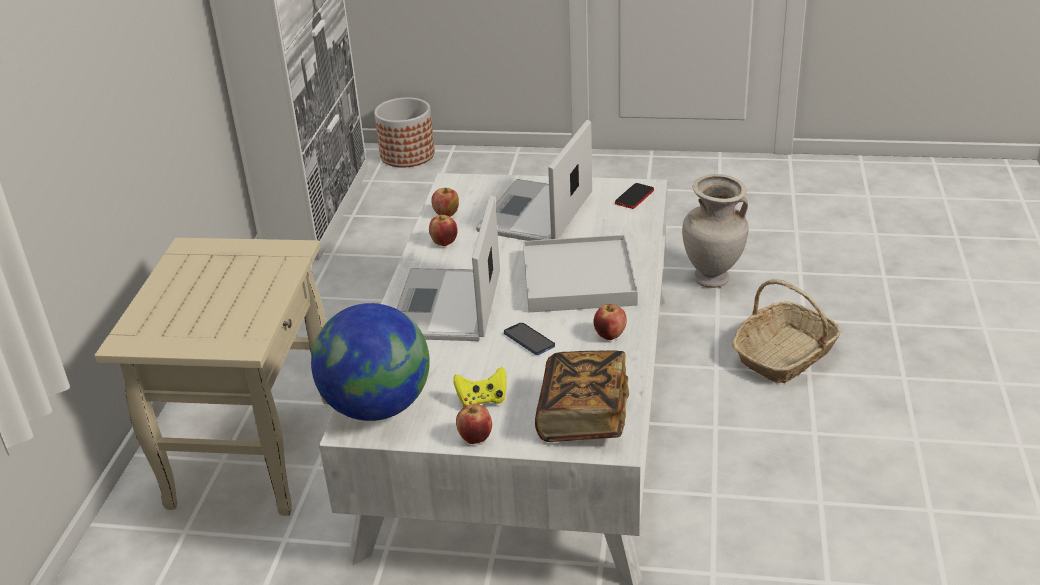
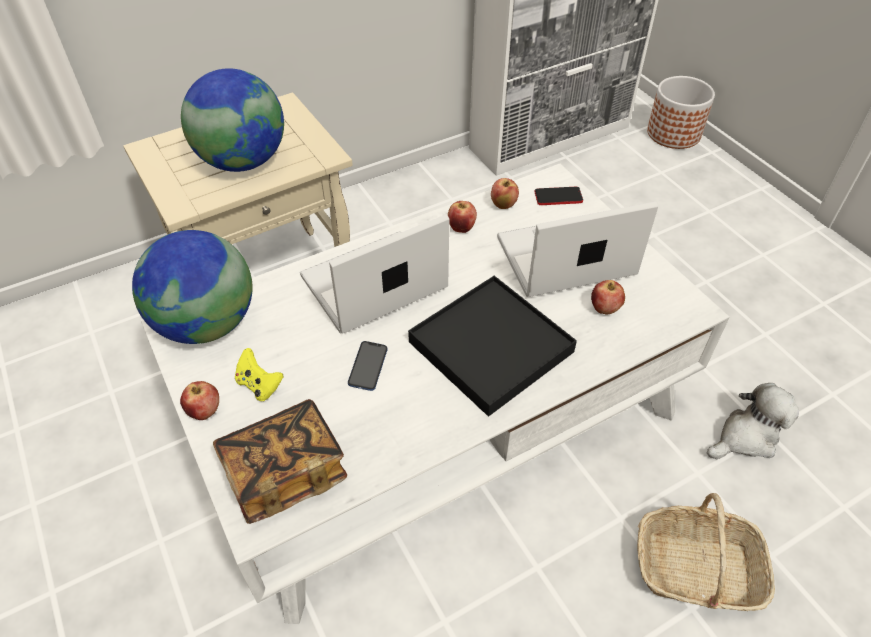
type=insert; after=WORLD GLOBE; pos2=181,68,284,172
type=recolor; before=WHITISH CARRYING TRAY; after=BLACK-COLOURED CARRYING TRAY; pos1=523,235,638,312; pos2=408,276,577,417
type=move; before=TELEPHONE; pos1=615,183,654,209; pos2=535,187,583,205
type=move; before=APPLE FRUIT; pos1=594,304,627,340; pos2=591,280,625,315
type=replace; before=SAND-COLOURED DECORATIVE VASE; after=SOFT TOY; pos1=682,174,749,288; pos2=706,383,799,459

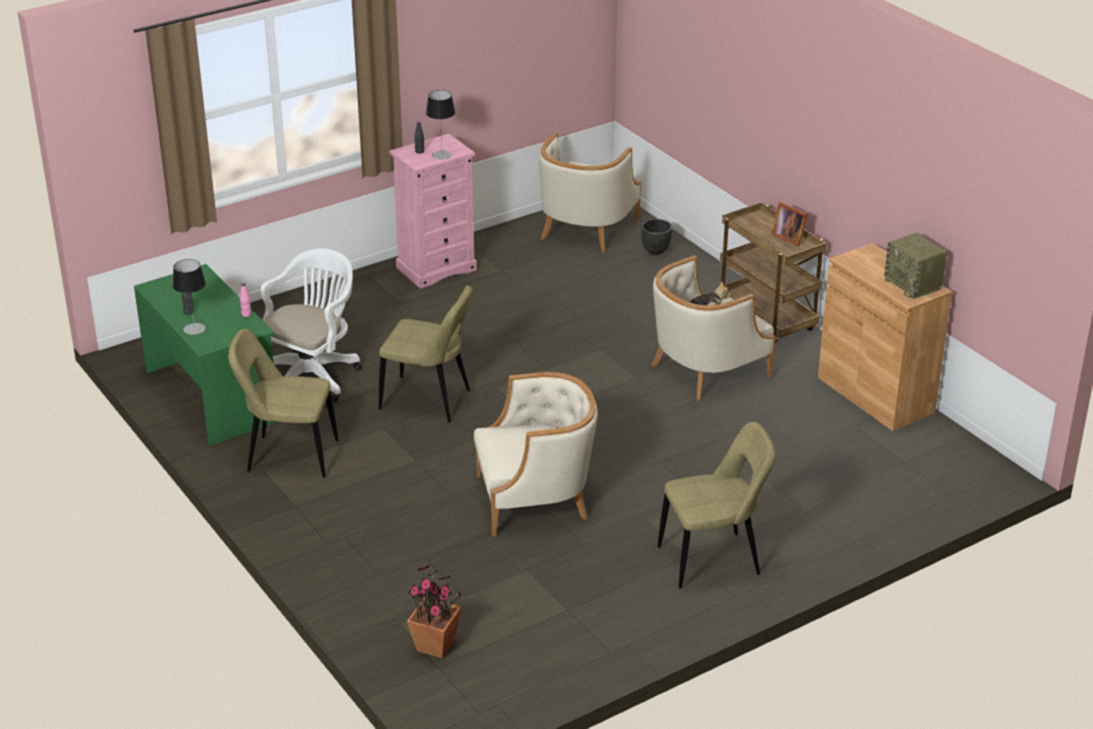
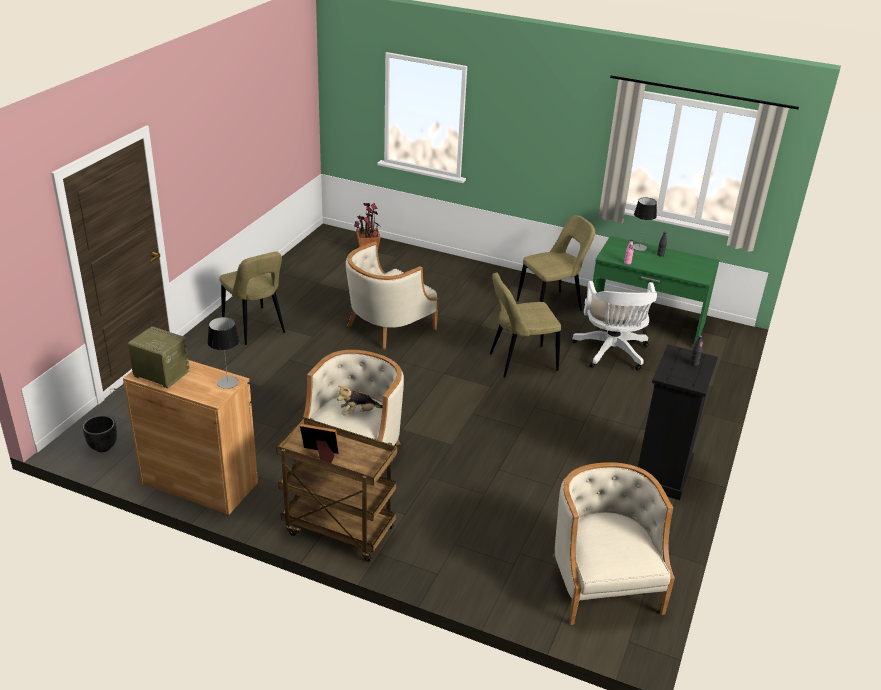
type=move; before=BLACK-COLOURED FLOWER POT; pos1=641,219,672,255; pos2=83,415,117,452
type=move; before=TABLE LAMP; pos1=426,90,455,159; pos2=207,317,240,389
type=rotate; before=SAND-COLOURED PLAIN CHAIR; pos1=658,422,776,588; pos2=219,251,285,345; turn=-75
type=recolor; before=PINKISH CHEST OF DRAWERS; after=BLACK-COLOURED CHEST OF DRAWERS; pos1=389,134,477,289; pos2=638,344,718,500

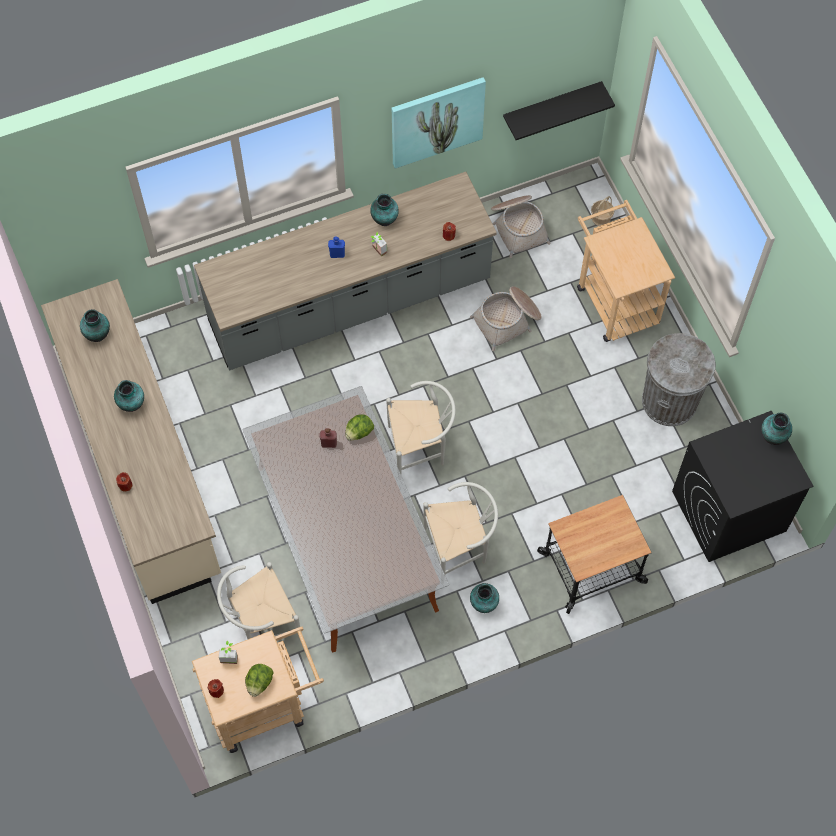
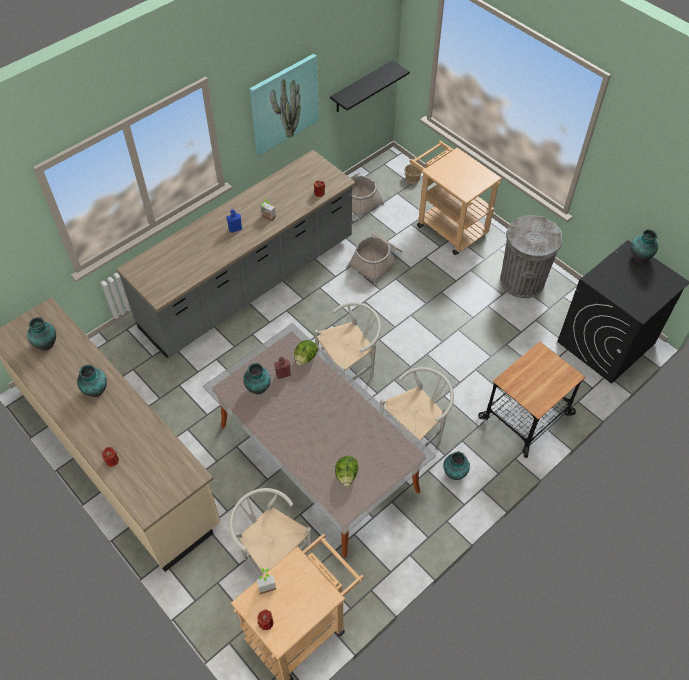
type=rotate; before=WHITISH PLAIN CHAIR; pos1=217,562,300,640; pos2=229,488,312,576; turn=90
type=move; before=DECORATIVE VASE; pos1=370,194,399,226; pos2=243,363,271,394
type=move; before=HEAD OF LETTUCE; pos1=245,664,274,697; pos2=335,456,358,487

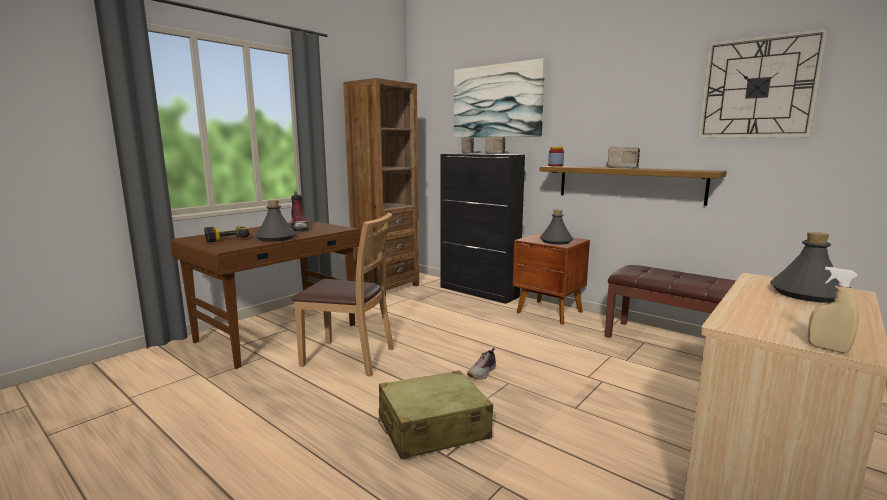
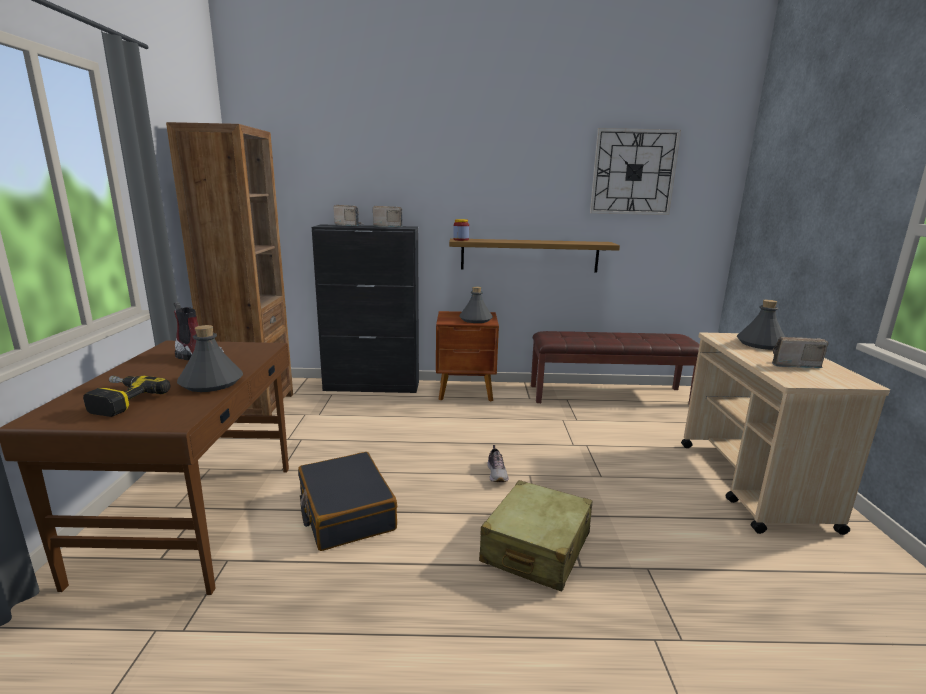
type=replace; before=BROWN-COLOURED PLAIN CHAIR; after=BLACK-COLOURED PIECE OF LUGGAGE; pos1=292,213,394,377; pos2=298,452,397,551
type=move; before=RADIO SET; pos1=607,147,640,168; pos2=772,337,828,368
type=delete; before=WALL ART; pos1=454,58,545,138
type=delete; before=SAND-COLOURED SPRAYER; pos1=808,267,859,353

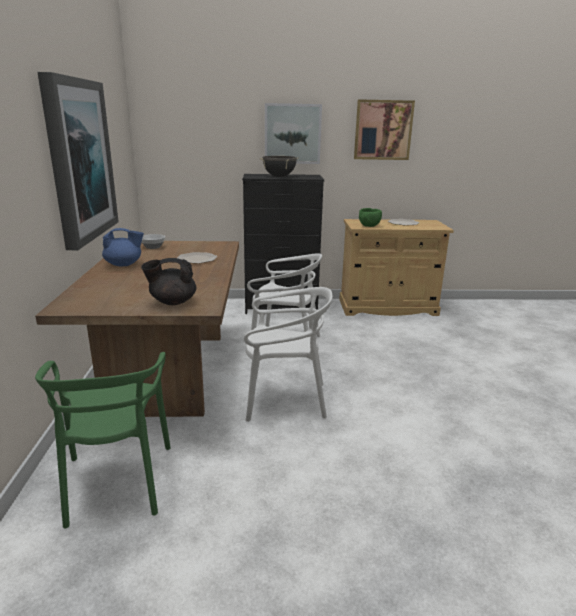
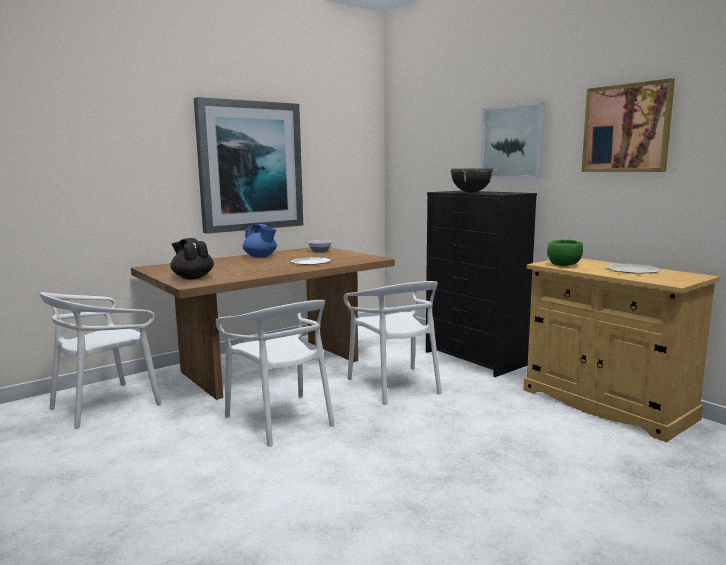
type=recolor; before=GREENISH PLAIN CHAIR; after=WHITISH PLAIN CHAIR; pos1=35,352,171,528; pos2=40,292,162,429

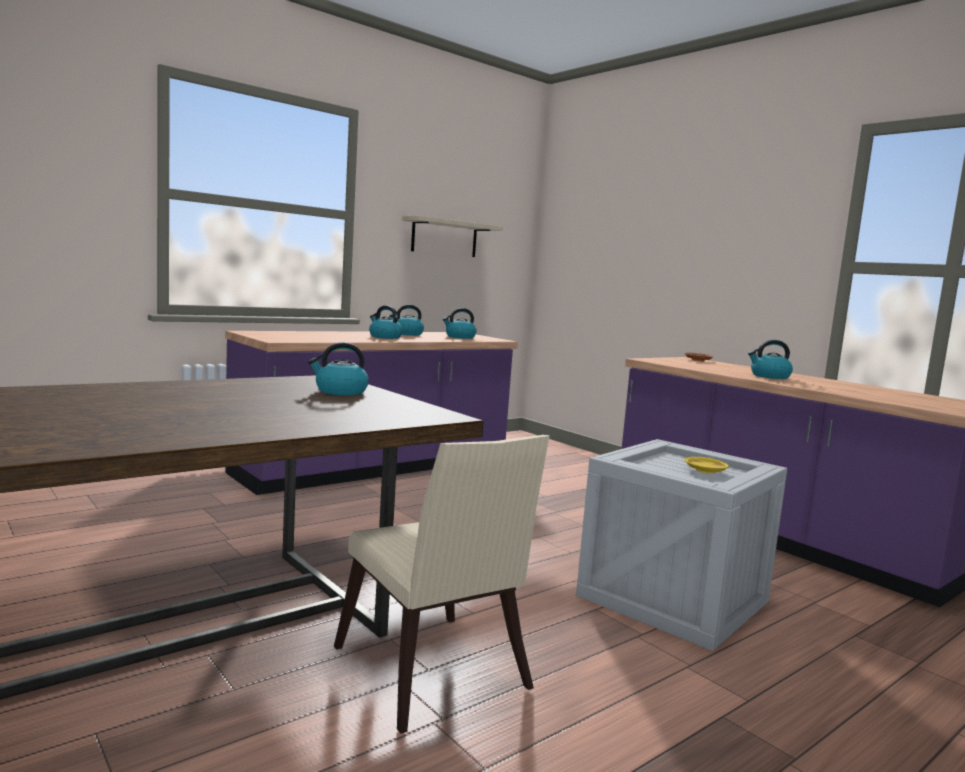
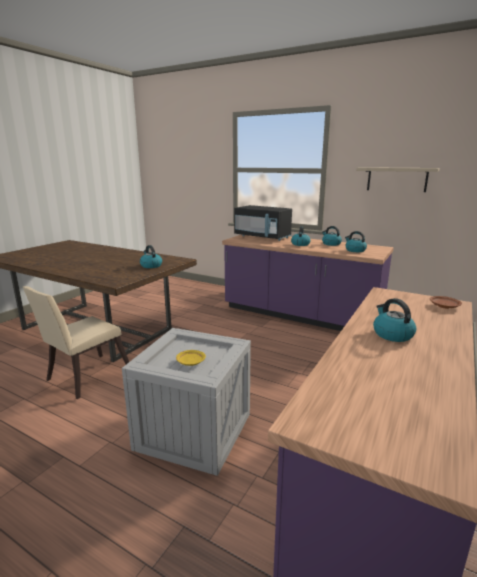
type=insert; after=BLACK-COLOURED MICROWAVE; pos2=234,205,292,241

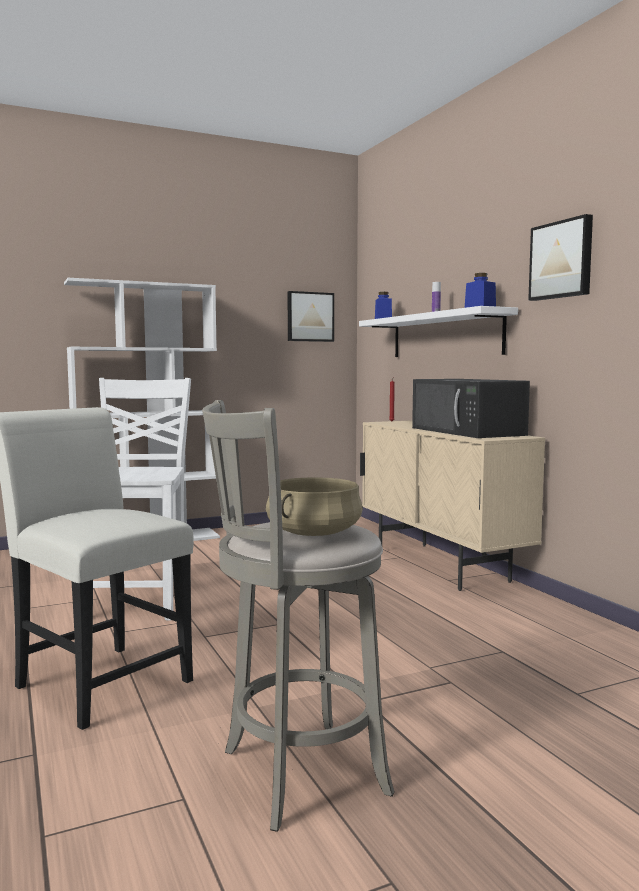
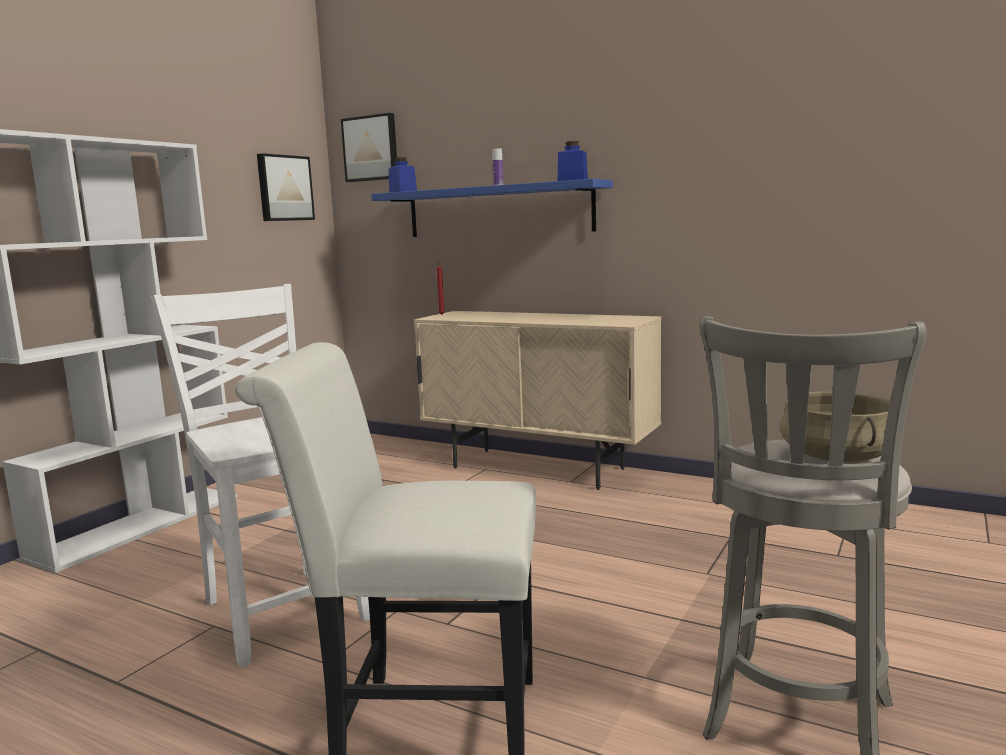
type=move; before=WALL ART; pos1=528,214,593,301; pos2=341,113,397,182
type=recolor; before=WHITISH WALL SHELF; after=BLUISH WALL SHELF; pos1=359,306,518,357; pos2=371,179,613,237
type=delete; before=BLACK-COLOURED MICROWAVE; pos1=412,379,530,438

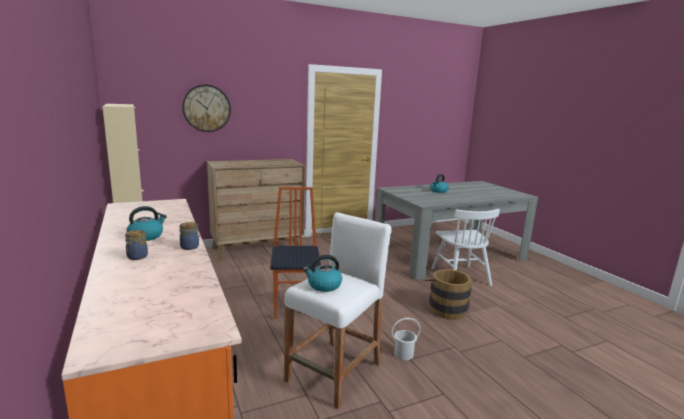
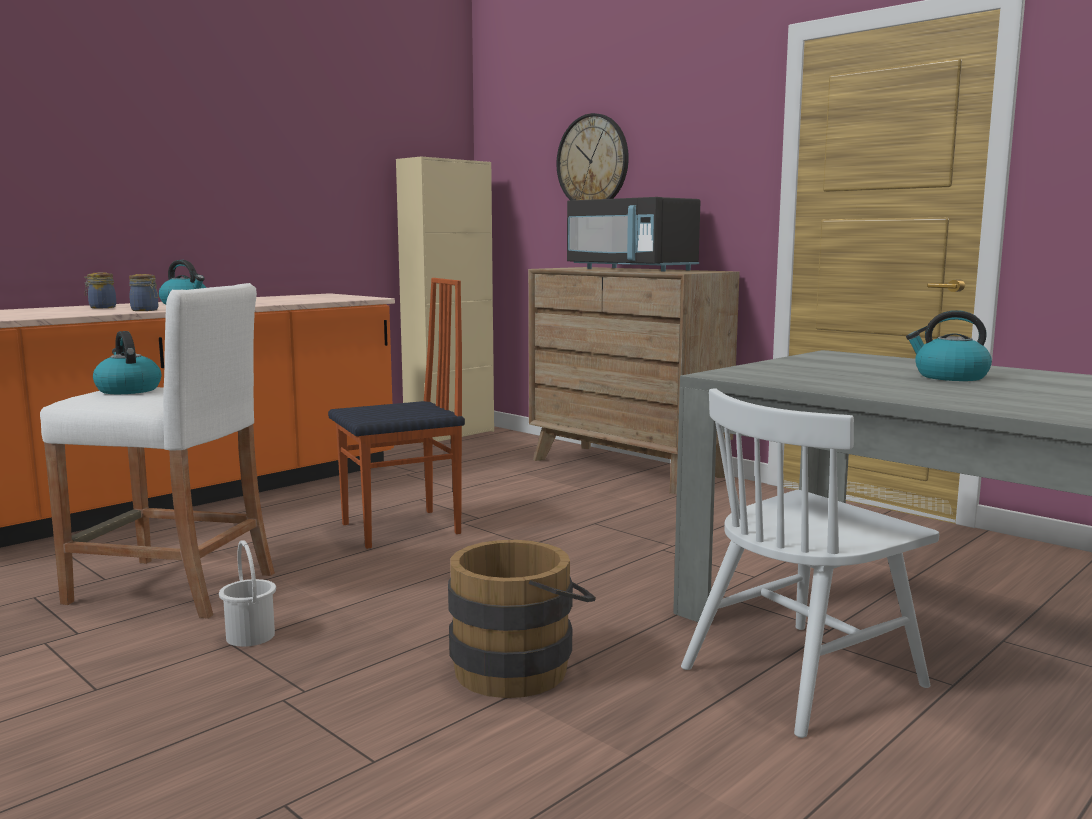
type=insert; after=BLACK-COLOURED MICROWAVE; pos2=567,197,700,271

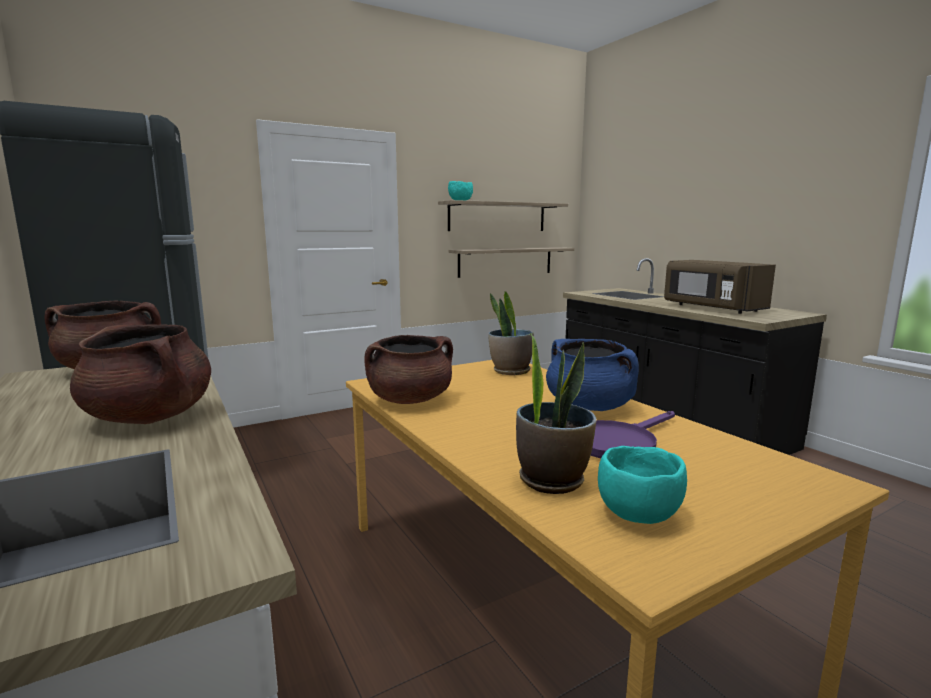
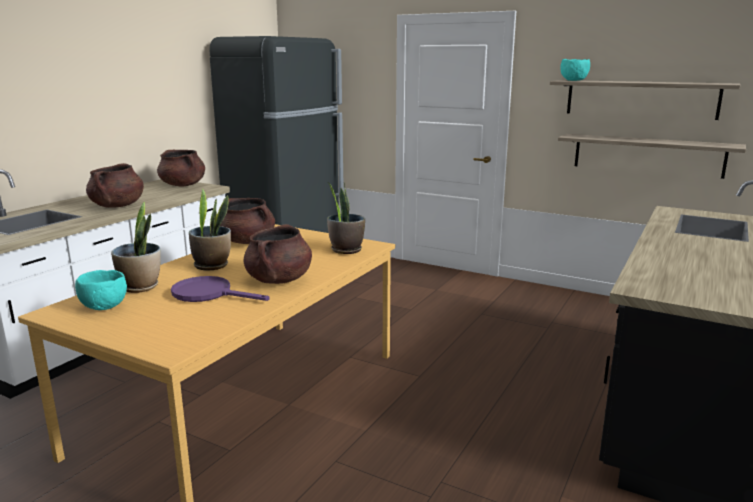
type=insert; after=HOUSEPLANT; pos2=189,188,231,271
type=recolor; before=BLUISH SAUCEPOT; after=BROWN-COLOURED SAUCEPOT; pos1=546,339,639,411; pos2=244,224,312,284
type=delete; before=BROWN-COLOURED MICROWAVE; pos1=664,260,776,314

